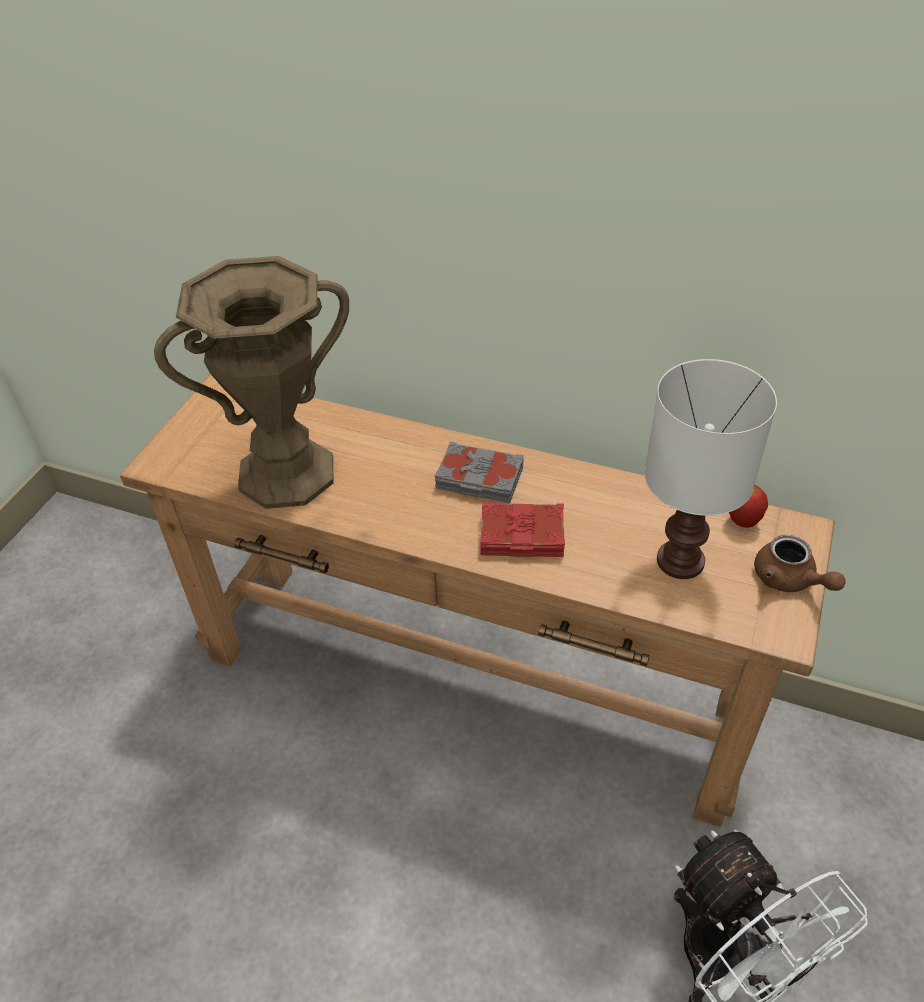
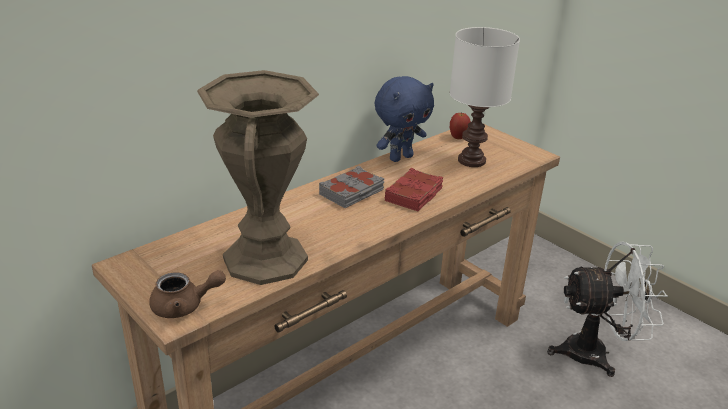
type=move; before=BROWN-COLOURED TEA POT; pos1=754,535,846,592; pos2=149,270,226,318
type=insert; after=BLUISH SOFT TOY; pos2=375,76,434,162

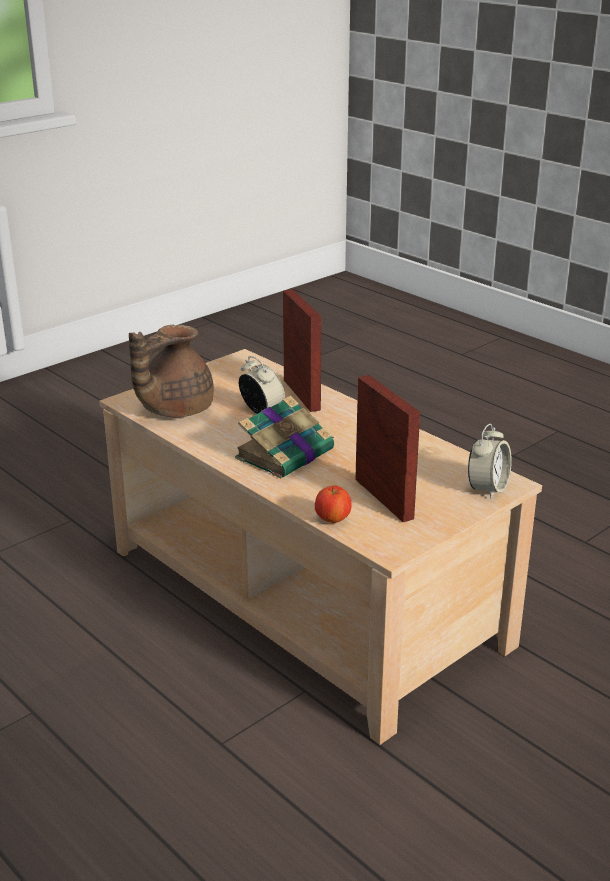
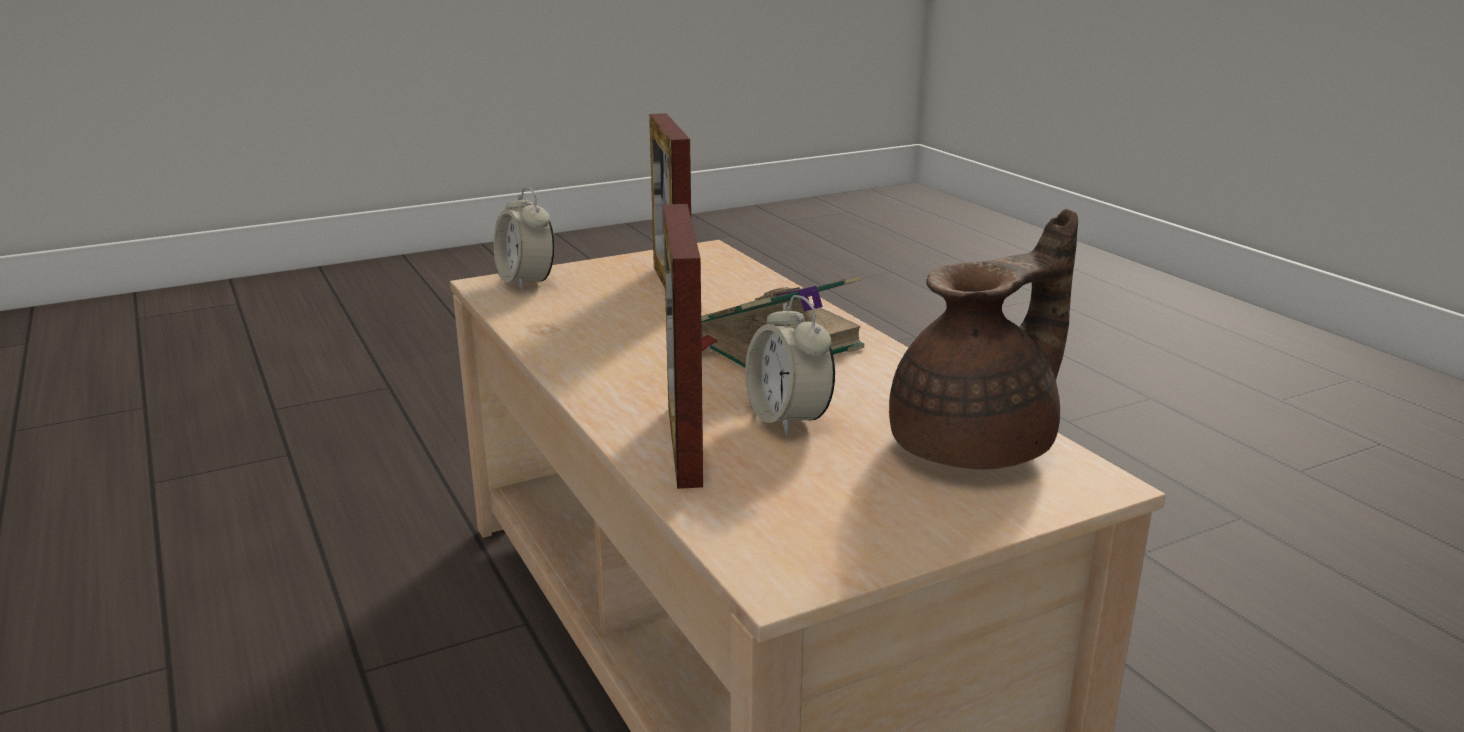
type=rotate; before=TABLE CLOCK; pos1=468,423,512,499; pos2=494,187,554,291; turn=-75
type=delete; before=APPLE FRUIT; pos1=315,486,352,523

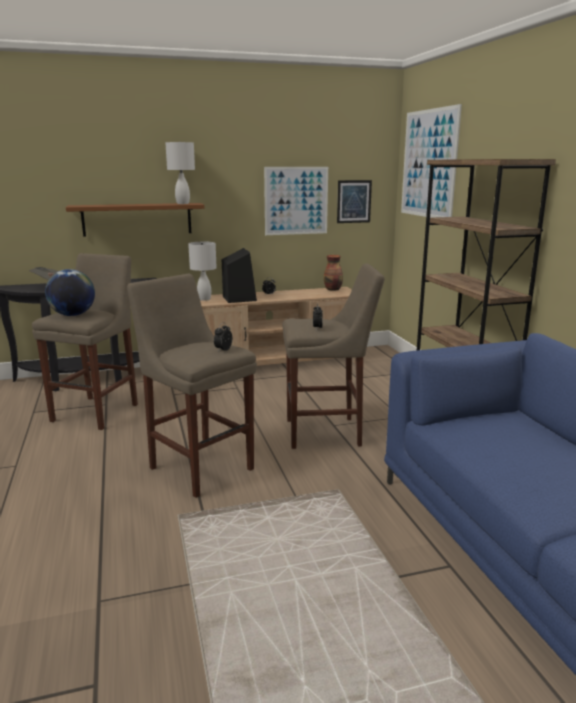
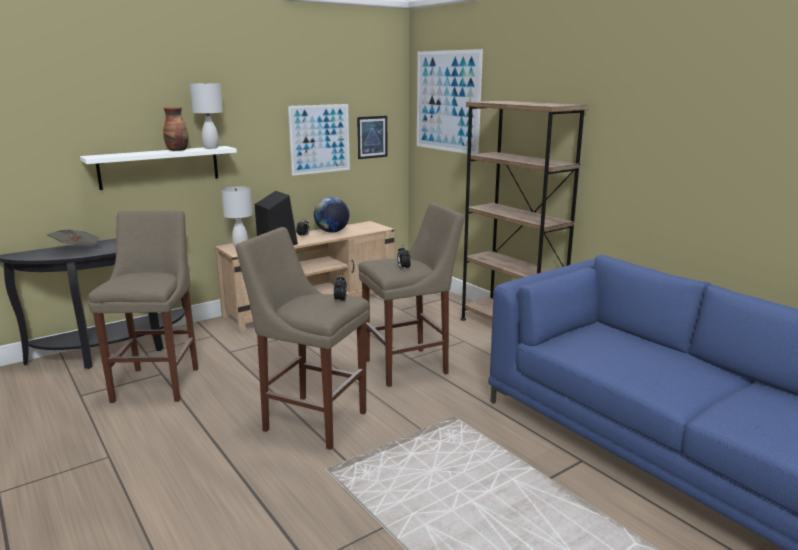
type=recolor; before=BROWN-COLOURED WALL SHELF; after=WHITISH WALL SHELF; pos1=66,203,204,237; pos2=80,146,237,190
type=move; before=DECORATIVE VASE; pos1=324,255,343,291; pos2=163,107,189,151
type=move; before=WORLD GLOBE; pos1=45,269,95,316; pos2=314,197,349,233

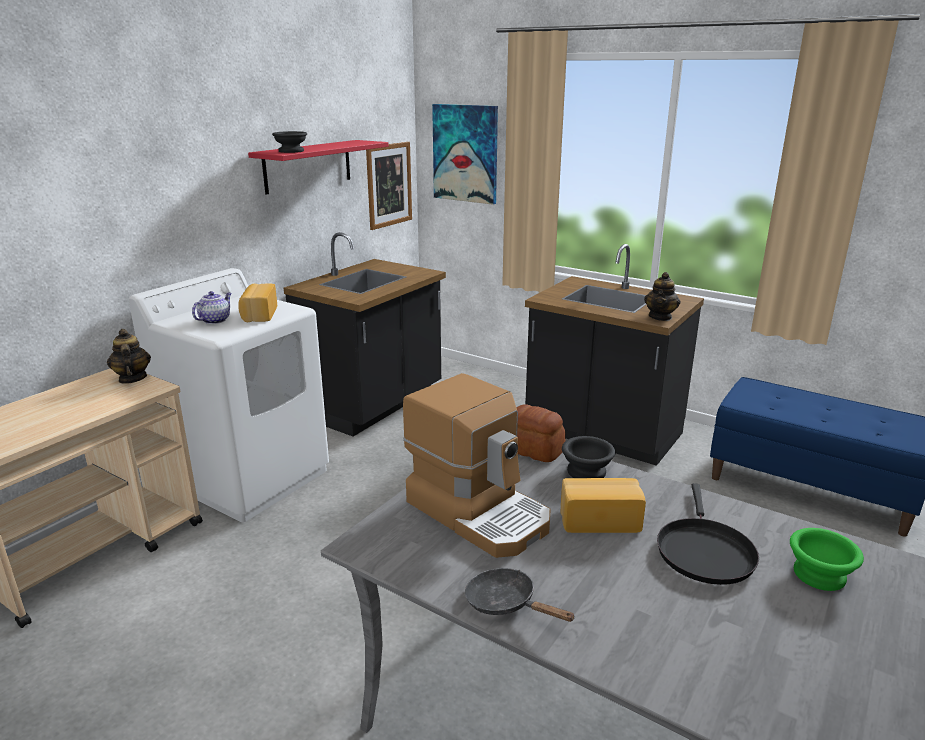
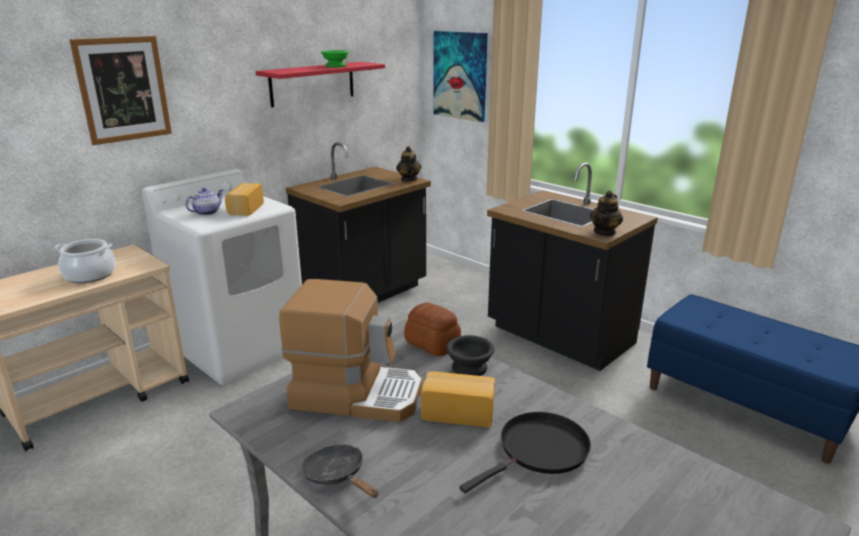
type=insert; after=SAUCEPOT; pos2=54,239,116,283
type=move; before=WALL ART; pos1=366,142,412,230; pos2=69,36,172,145
type=rotate; before=COFFEE MACHINE; pos1=403,373,551,558; pos2=279,279,422,422; turn=-45
type=move; before=GREENISH DEEP DISH; pos1=790,528,864,591; pos2=321,50,349,67
type=move; before=TEA POT; pos1=107,329,151,384; pos2=396,146,421,182
type=rotate; before=BLACK-COLOURED SKILLET; pos1=657,483,759,585; pos2=460,412,591,493; turn=-150
type=delete; before=BLACK-COLOURED DEEP DISH; pos1=272,131,307,153

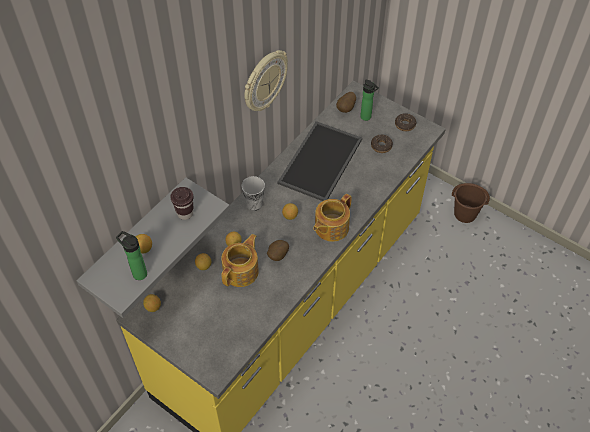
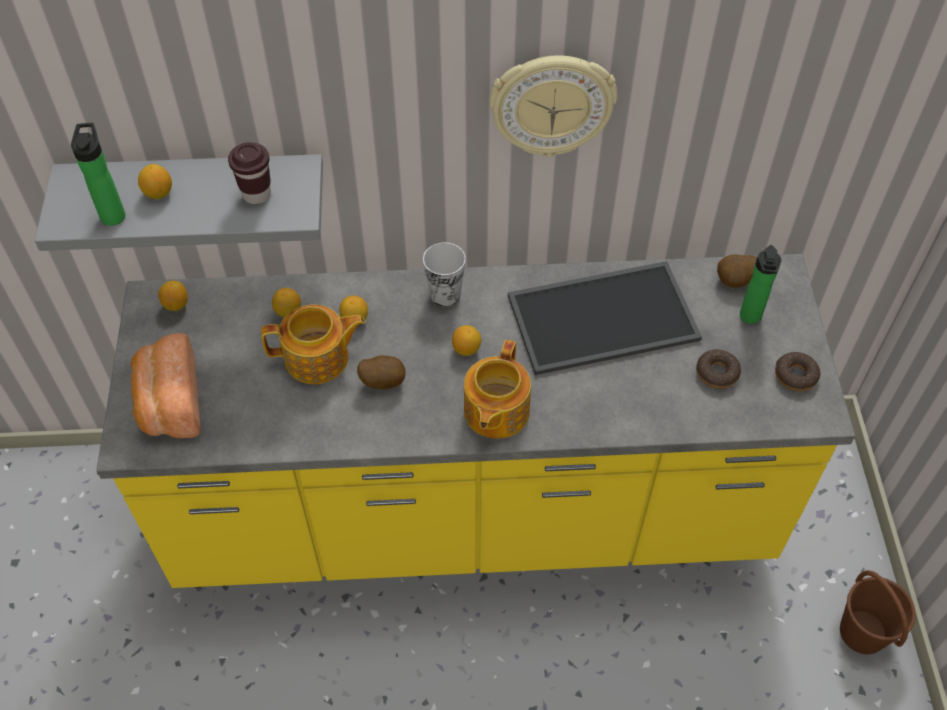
type=insert; after=BAKERY BREAD; pos2=131,333,201,438
type=rotate; before=TEA POT; pos1=313,194,352,242; pos2=464,340,531,439; turn=-75

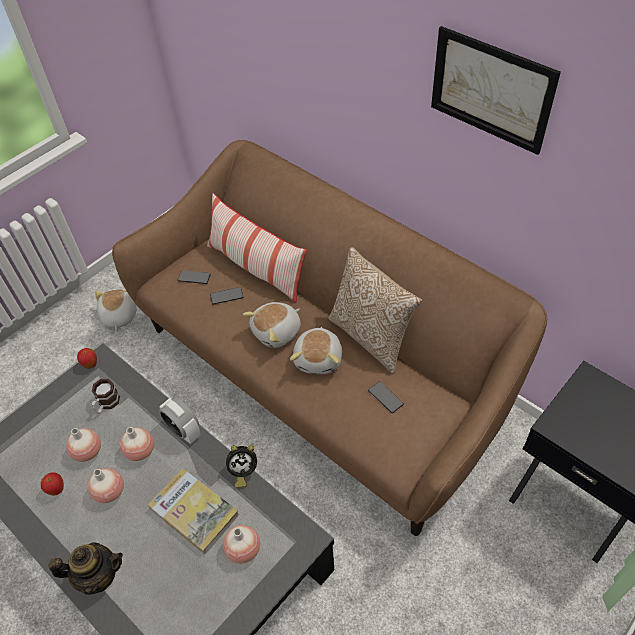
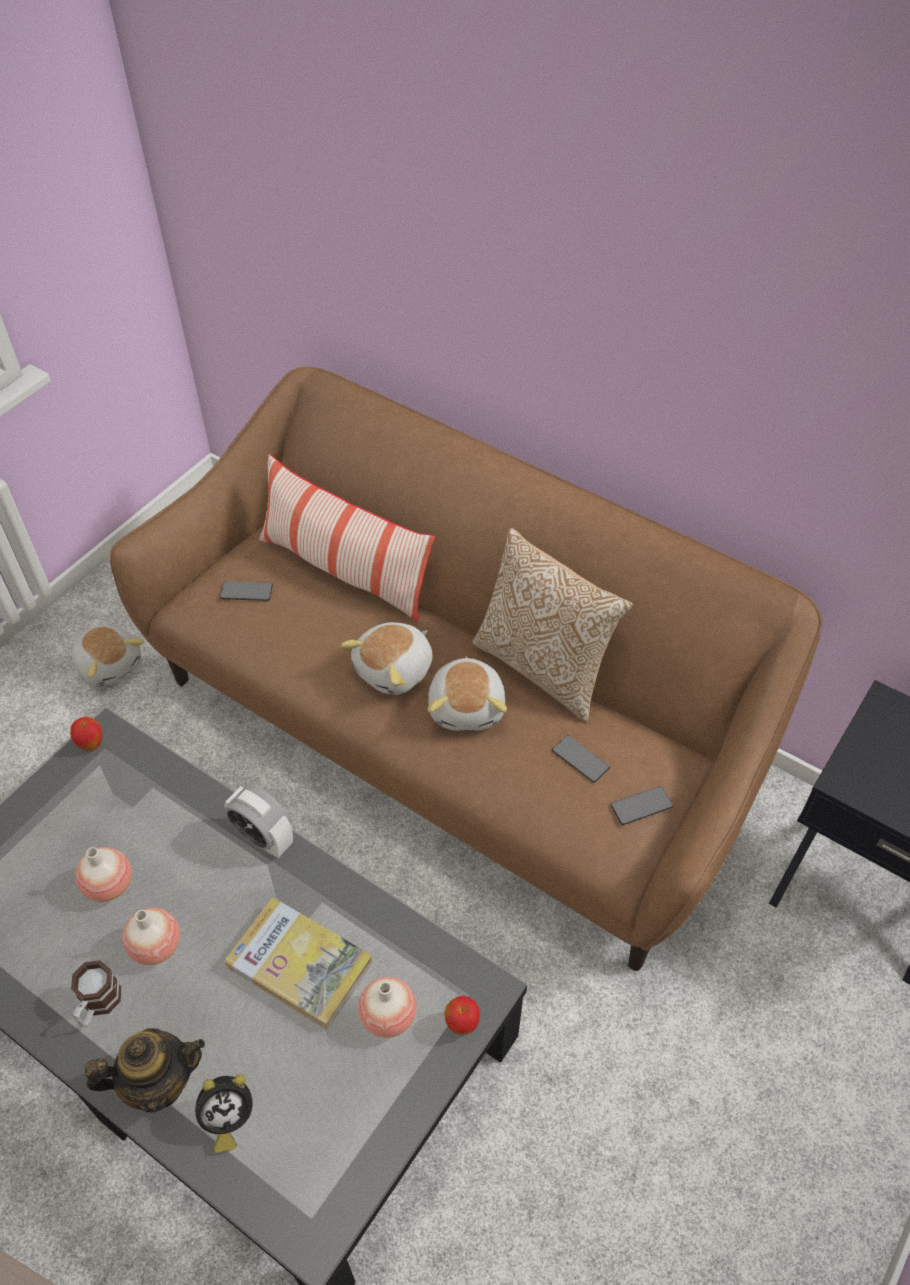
type=move; before=MUG; pos1=91,379,120,413; pos2=71,960,121,1027
type=rotate; before=SOFT TOY; pos1=95,289,136,331; pos2=72,625,144,686; turn=150
type=move; before=TABLE CLOCK; pos1=226,445,257,487; pos2=195,1074,253,1153
type=move; before=APPLE FRUIT; pos1=41,472,64,495; pos2=444,996,480,1035
type=move; before=TELEPHONE; pos1=210,287,243,305; pos2=611,786,673,825
type=delete; before=DECORATIVE VASE; pos1=120,427,154,461
type=delete; before=WALL ART; pos1=431,26,561,155

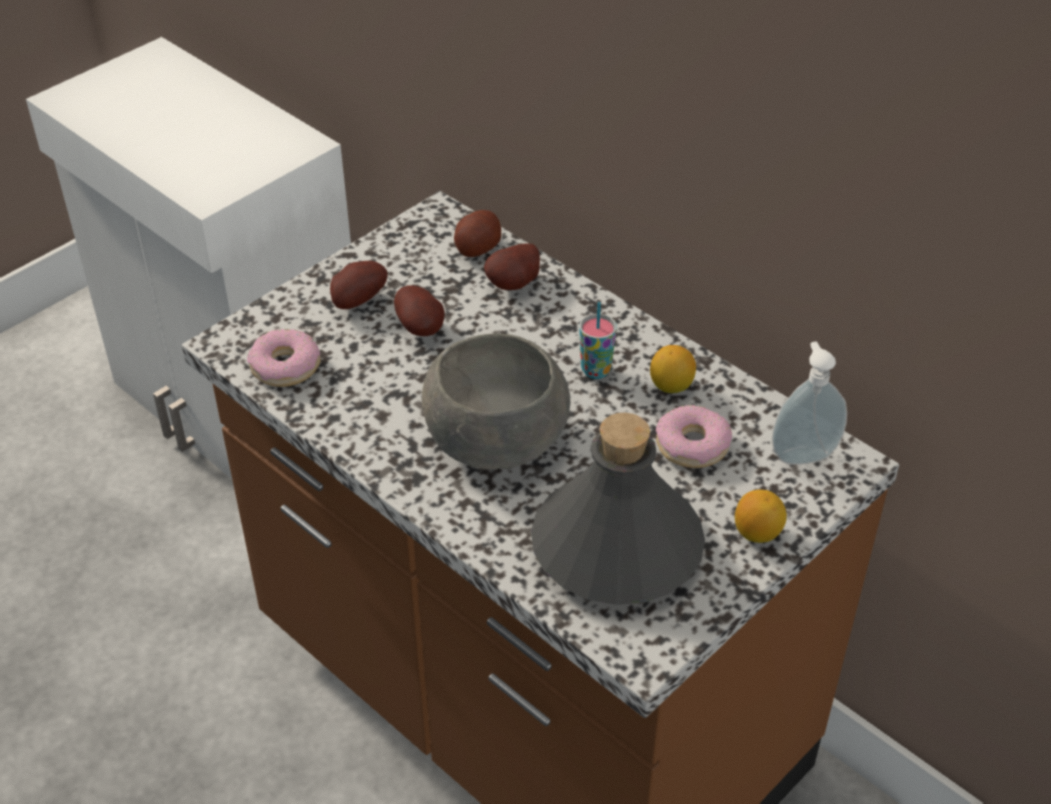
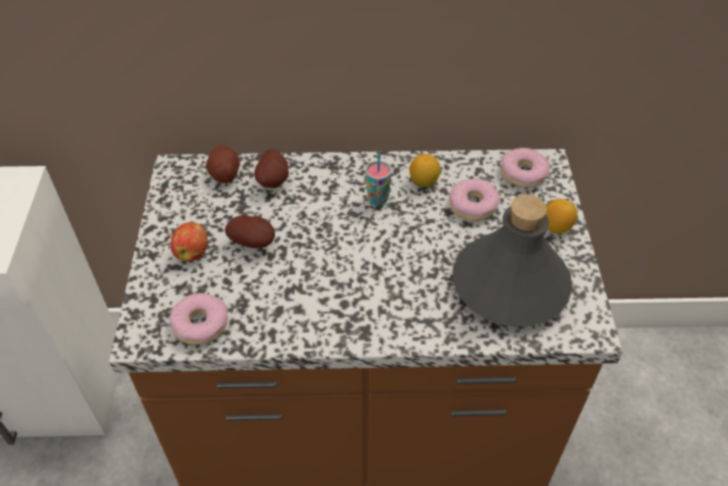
type=replace; before=WHOLE POTATO; after=APPLE FRUIT; pos1=330,261,388,309; pos2=171,222,208,261
type=replace; before=SOAP BOTTLE; after=DOUGHNUT; pos1=772,341,847,465; pos2=501,148,550,188
type=delete; before=GRAY DEEP DISH; pos1=422,333,570,469

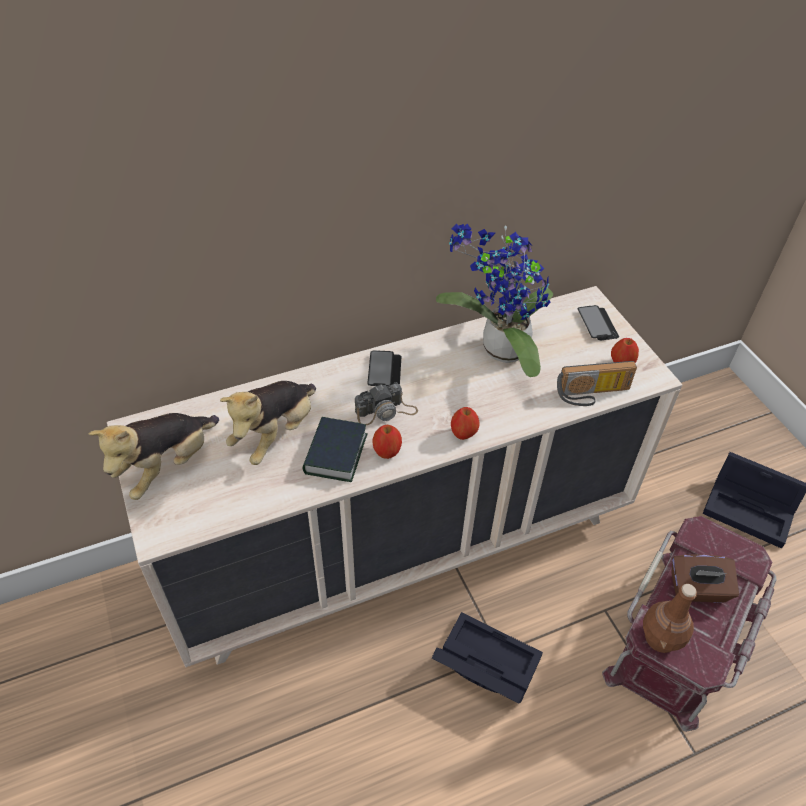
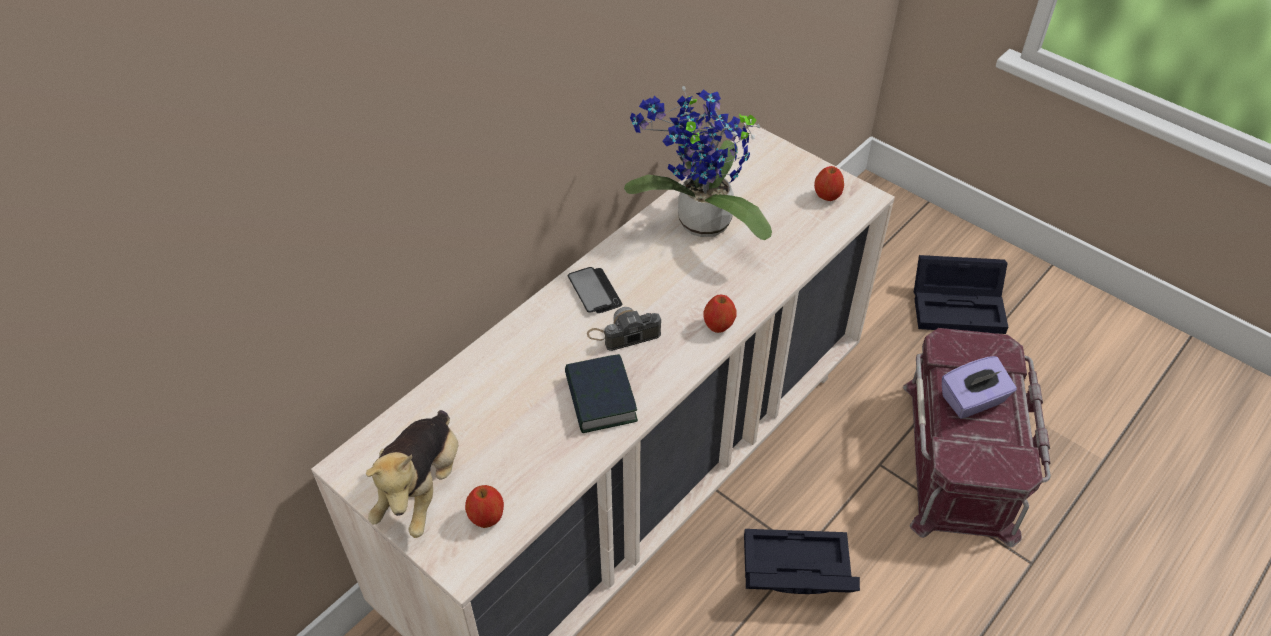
type=move; before=APPLE FRUIT; pos1=372,425,402,459; pos2=465,485,504,528
type=rotate; before=STILL CAMERA; pos1=355,383,418,425; pos2=587,307,661,351; turn=-150
type=recolor; before=BROWN-COLOURED BOX OF TISSUES; after=PURPLISH BOX OF TISSUES; pos1=672,555,739,603; pos2=942,356,1017,419
type=delete; before=SOFT TOY; pos1=220,381,316,465
type=delete; before=RADIO SET; pos1=557,361,637,406
type=delete; before=TELEPHONE; pos1=578,305,619,340
type=delete; before=BROWN-COLOURED BOTTLE; pos1=643,584,697,653

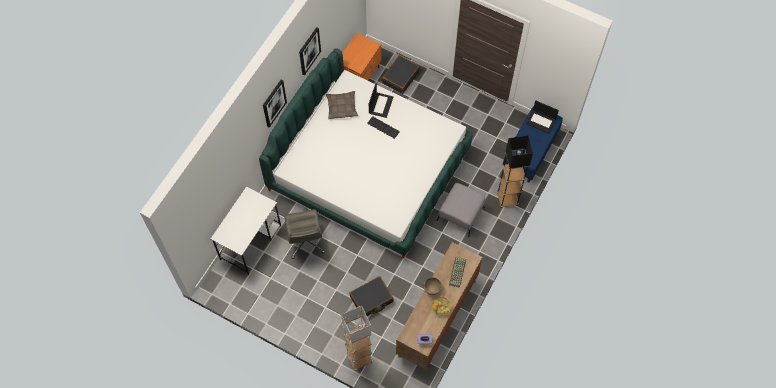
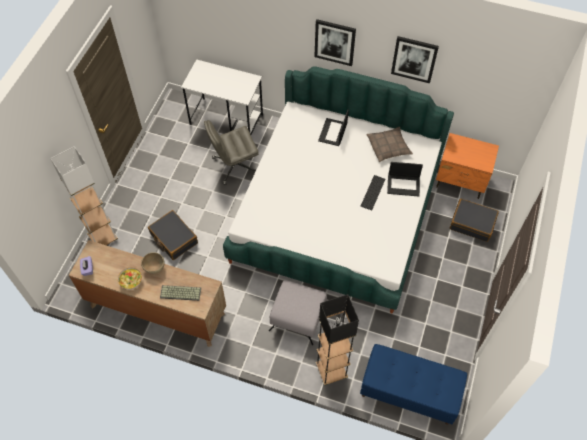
type=move; before=PORTABLE COMPUTER; pos1=526,101,559,134; pos2=318,110,349,146

